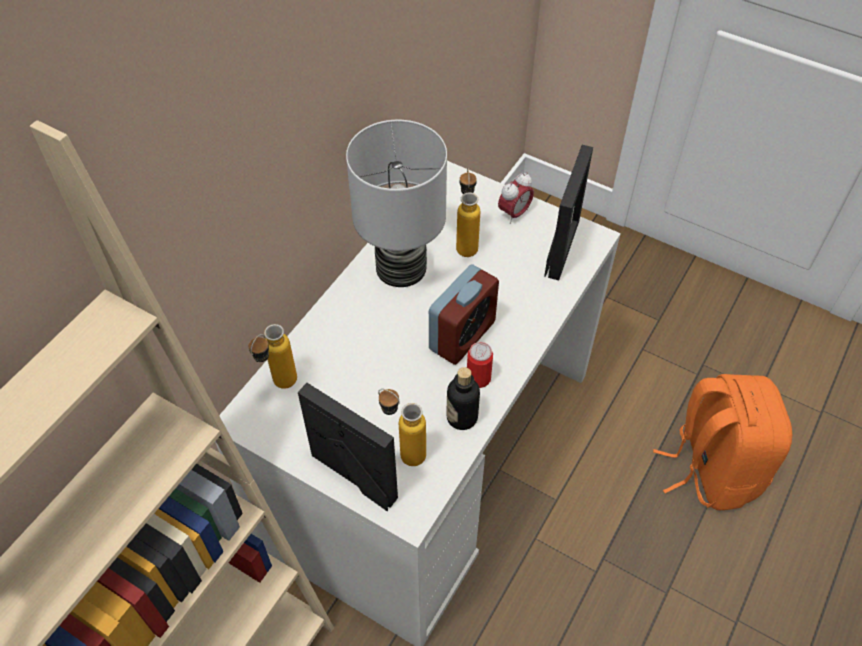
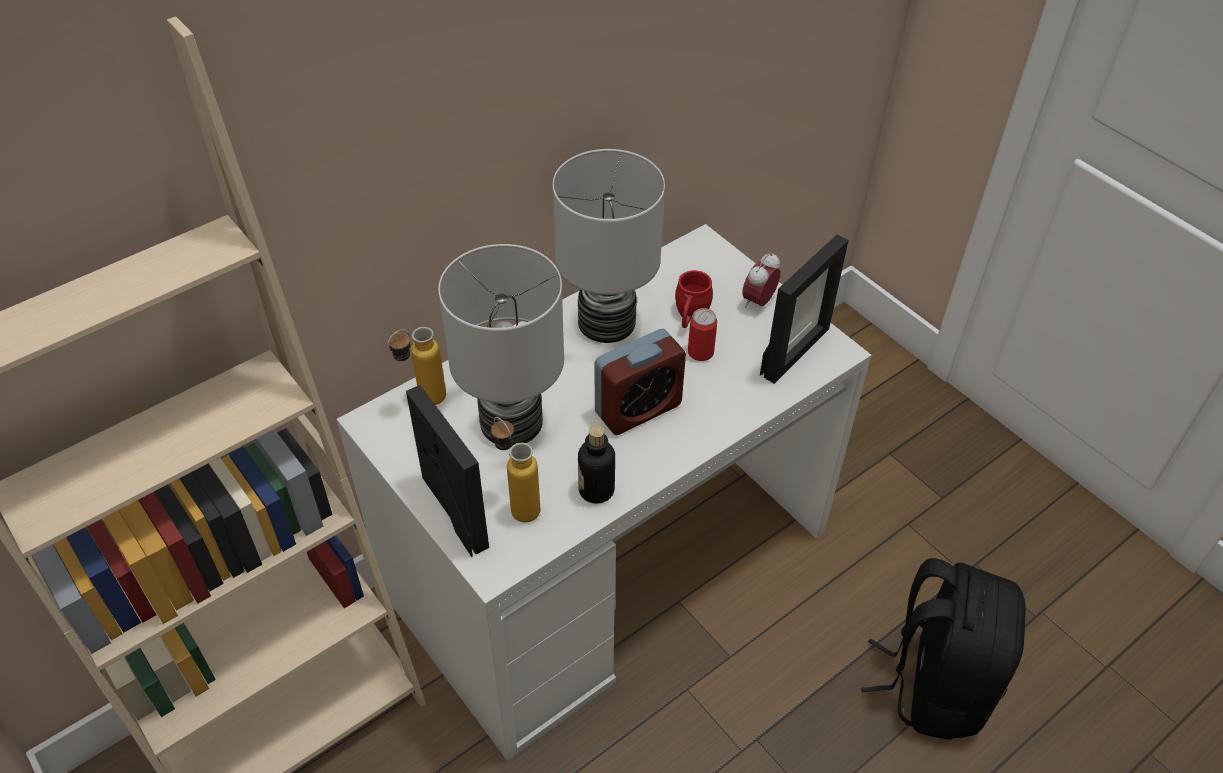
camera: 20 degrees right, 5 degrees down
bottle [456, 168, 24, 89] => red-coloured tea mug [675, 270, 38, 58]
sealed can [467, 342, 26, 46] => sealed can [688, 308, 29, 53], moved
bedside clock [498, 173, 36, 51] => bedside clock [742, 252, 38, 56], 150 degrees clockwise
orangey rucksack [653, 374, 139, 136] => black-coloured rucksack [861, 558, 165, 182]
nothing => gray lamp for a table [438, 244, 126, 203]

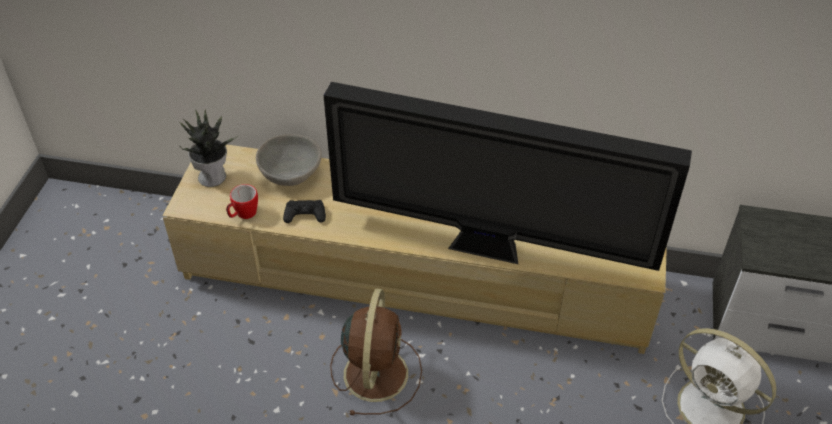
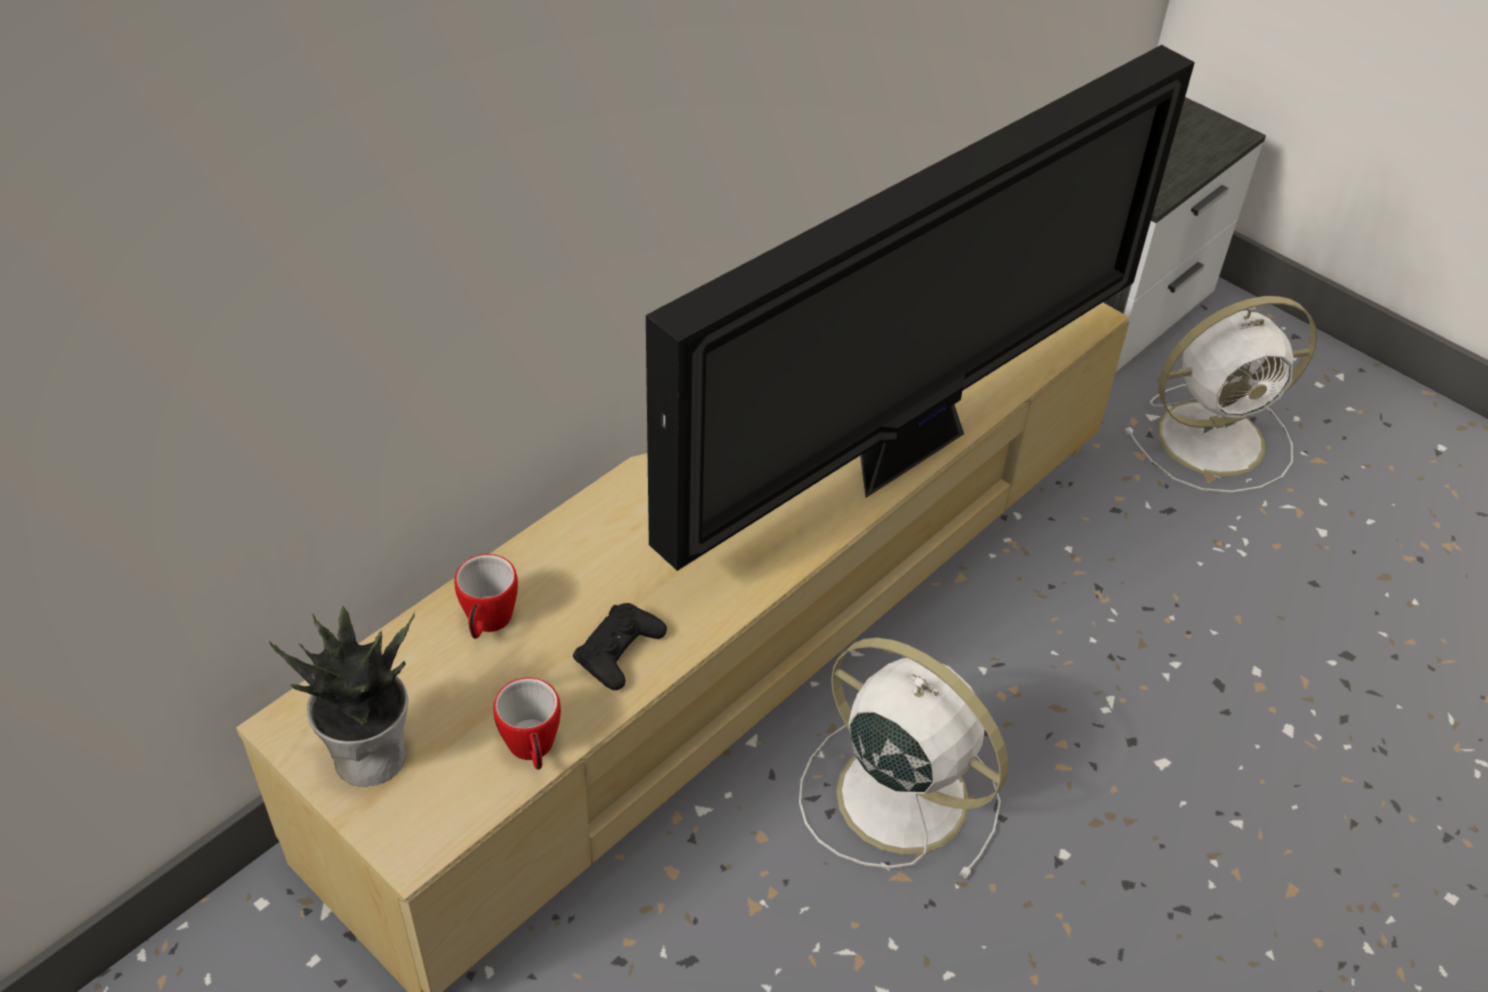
camera: 60 degrees left, 0 degrees up
gray bowl [256, 134, 66, 52] => tea mug [454, 554, 64, 85]
brown-coloured fan [330, 289, 92, 126] => white fan [799, 638, 209, 242]

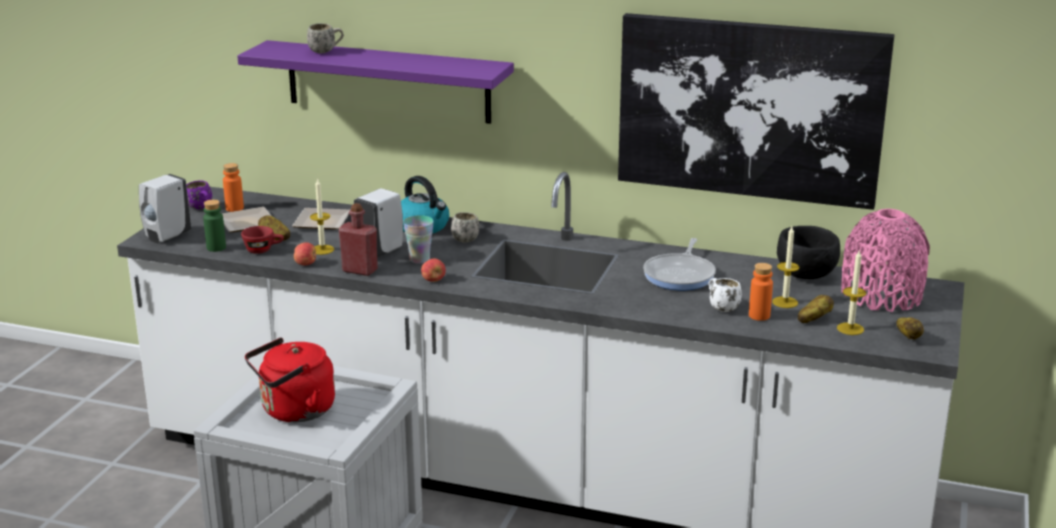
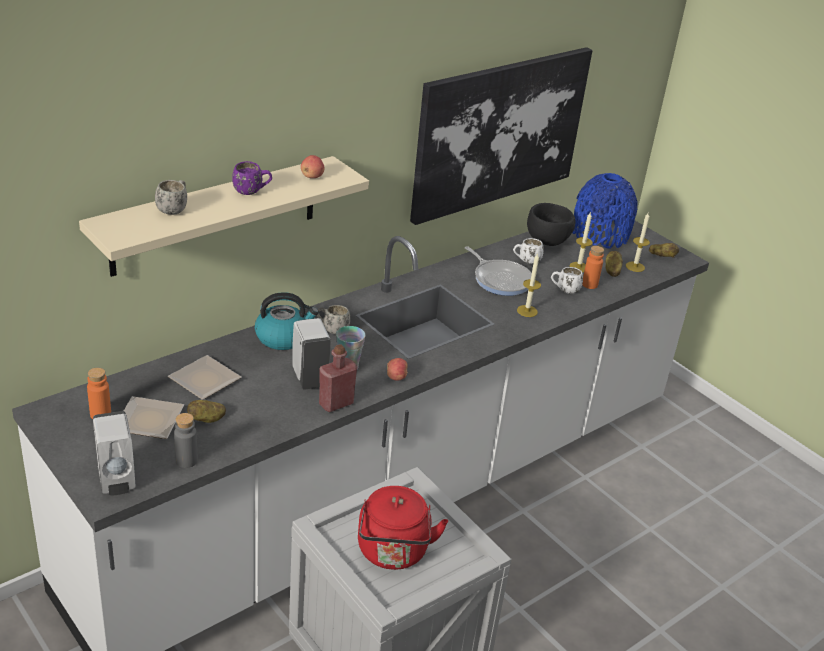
camera: 60 degrees left, 10 degrees up
purple-coloured tea mug [186, 180, 26, 29] => purple-coloured tea mug [232, 161, 40, 34], moved
greenish bottle [203, 200, 23, 52] => gray bottle [174, 413, 23, 55]
purple-coloured bracket shelf [237, 40, 277, 84] => beige-coloured bracket shelf [79, 156, 290, 121]
red-coloured small cup [241, 226, 43, 28] => nothing
whole apple [294, 242, 22, 23] => whole apple [301, 155, 23, 23], moved
wax candle [310, 178, 24, 77] => wax candle [517, 253, 24, 64], moved
pinkish flower vase [841, 209, 89, 103] => bluish flower vase [572, 173, 66, 76]
nothing => white tea mug [513, 238, 31, 26]

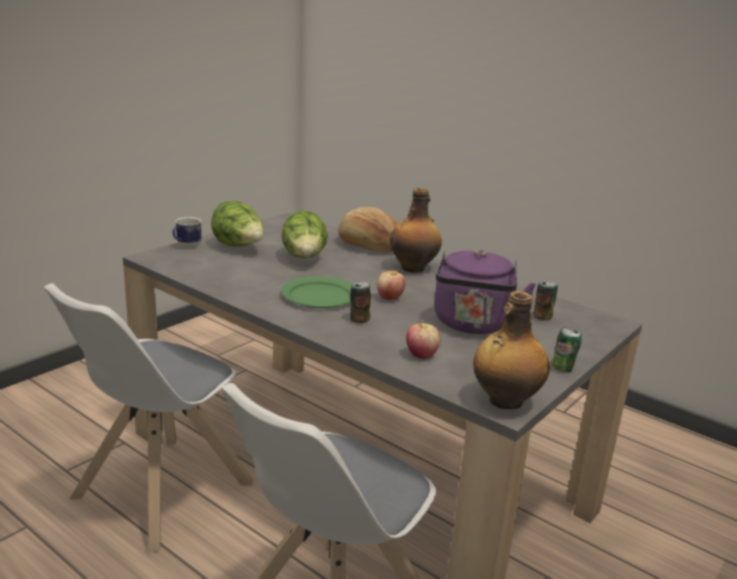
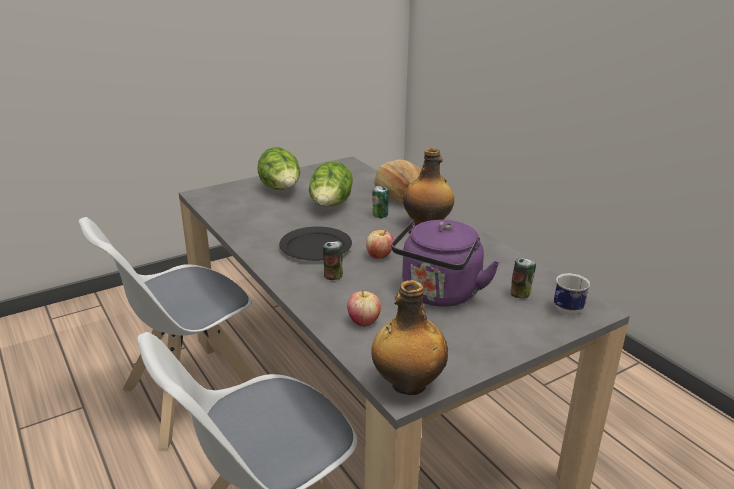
camera: 20 degrees right, 5 degrees up
tea mug [173, 217, 28, 31] => tea mug [554, 273, 36, 42], moved
greenish flat dish [281, 276, 71, 32] => black-coloured flat dish [279, 226, 73, 35]
sealed can [552, 327, 30, 45] => sealed can [372, 186, 17, 32], moved

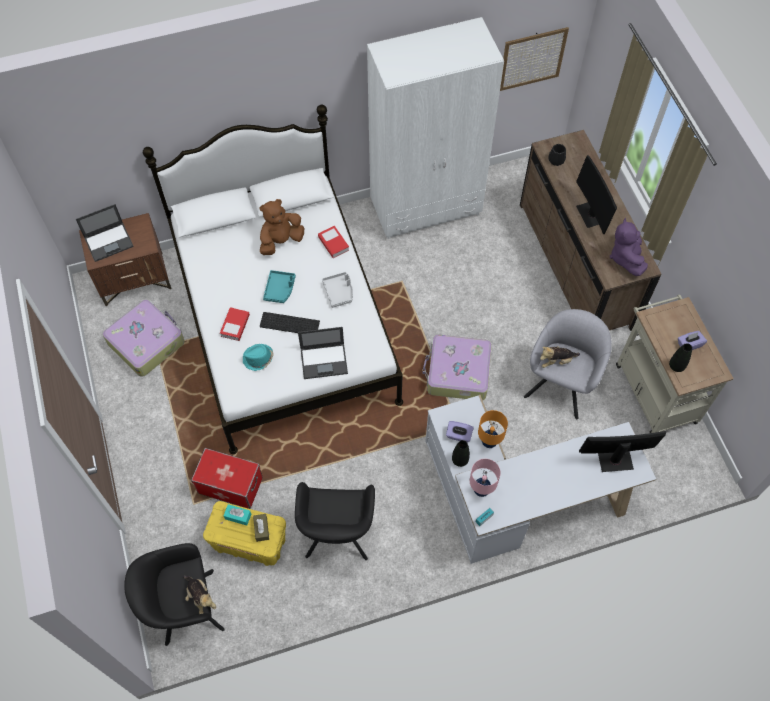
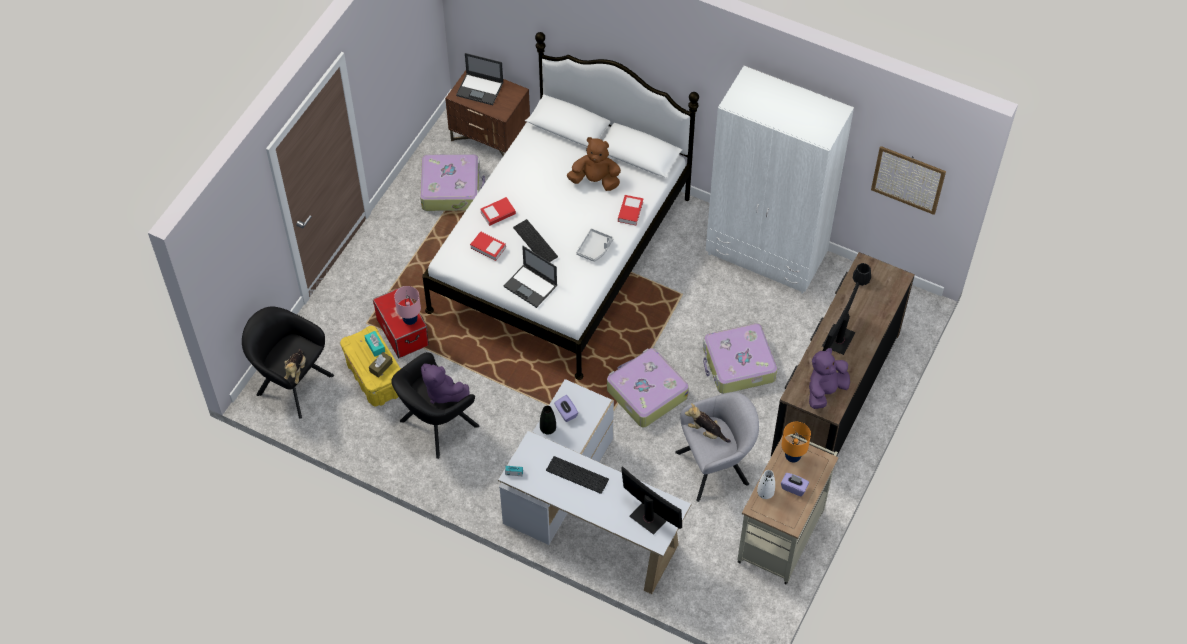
camera: 45 degrees right, 5 degrees down
turquoise-coloured clothing hat [243, 344, 30, 27] => book [470, 231, 36, 30]
turquoise-coloured serving tray [263, 270, 33, 33] => nothing
pinkish lamp for a table [470, 459, 31, 38] => pinkish lamp for a table [394, 286, 27, 39], moved
orangey lamp for a table [478, 410, 30, 38] => orangey lamp for a table [781, 422, 30, 41], moved
black-coloured flower vase [669, 343, 23, 29] => white flower vase [757, 470, 18, 29]
nothing => purple-coloured soft toy [421, 363, 48, 41]
nothing => PC keyboard [546, 456, 63, 38]
nothing => suitcase [703, 323, 74, 71]

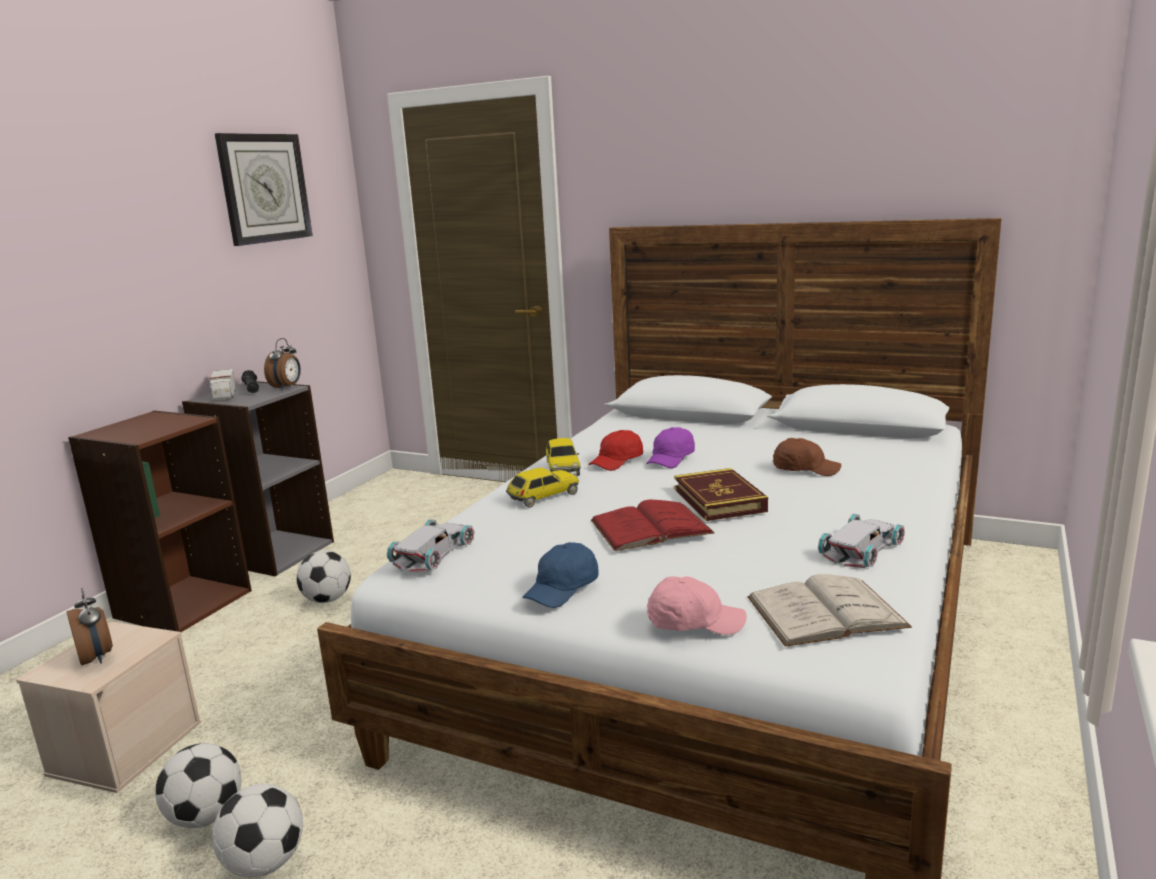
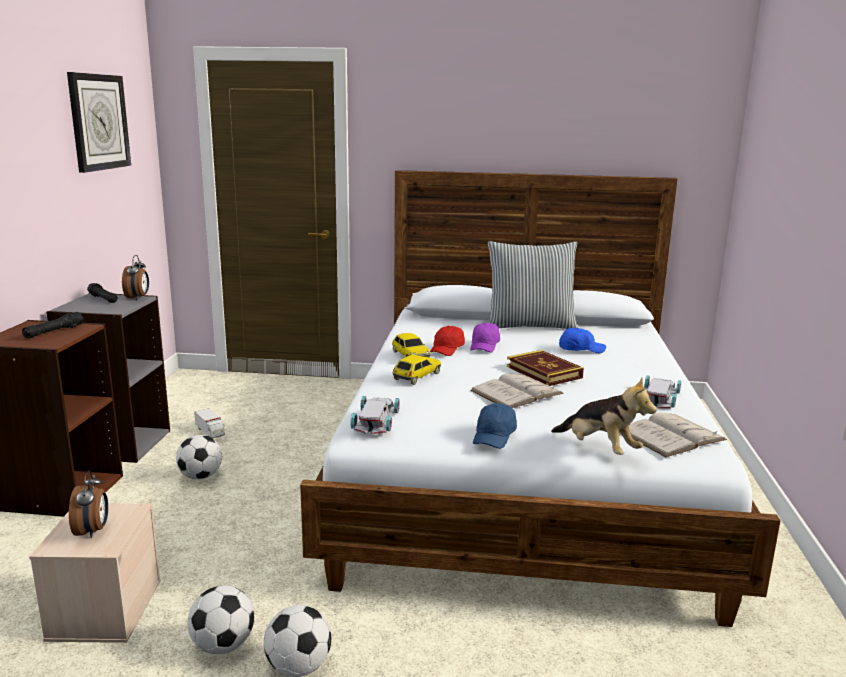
camera: 20 degrees left, 0 degrees up
bedside clock [67, 588, 46, 77] => bedside clock [69, 470, 39, 68], 45 degrees clockwise
toy truck [209, 369, 27, 31] => toy truck [194, 408, 31, 30], moved
red-coloured book [591, 500, 124, 51] => white book [470, 374, 94, 34]
pinkish cap [647, 576, 100, 59] => soft toy [551, 378, 106, 77]
brown-coloured cap [773, 438, 68, 38] => bluish cap [559, 328, 47, 25]
nothing => black-coloured hand torch [22, 312, 62, 27]
nothing => pillow [488, 241, 90, 88]

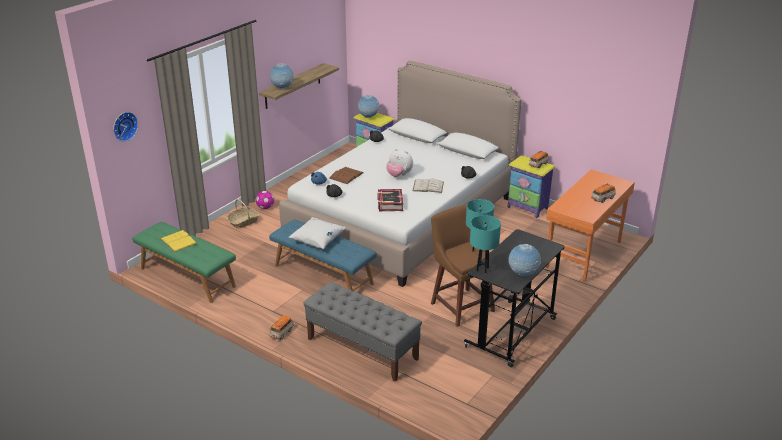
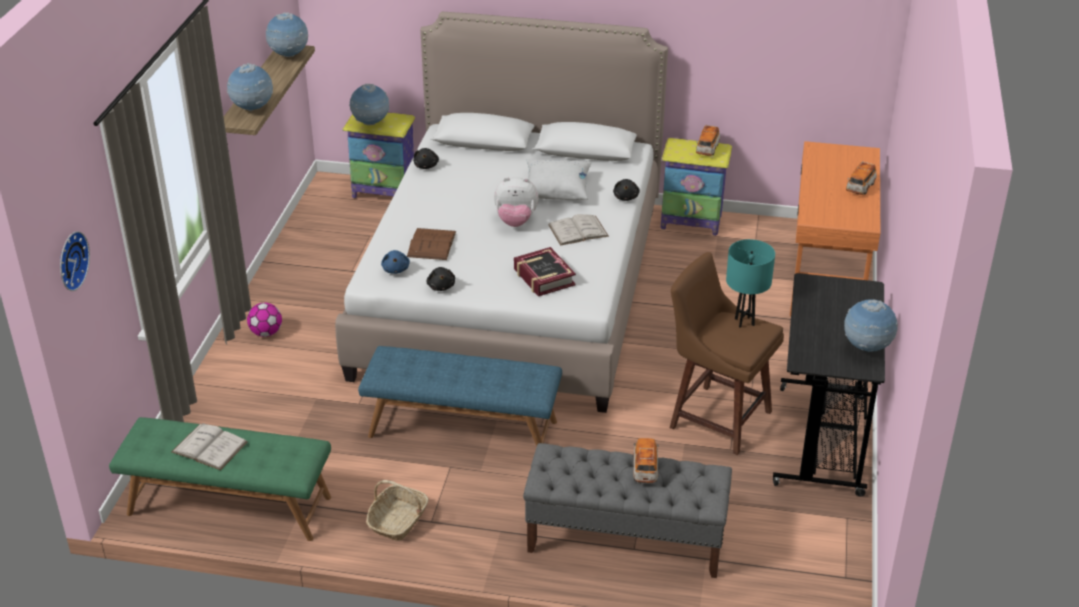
camera: 25 degrees left, 5 degrees up
yellowish book [160, 230, 37, 22] => white book [172, 423, 76, 47]
storage basket [226, 199, 33, 29] => storage basket [366, 480, 63, 61], moved
miniature car [269, 315, 25, 25] => miniature car [633, 438, 26, 45], moved
gray pillow [289, 217, 58, 32] => gray pillow [527, 159, 64, 41], moved
turquoise-coloured lamp for a table [470, 215, 31, 58] => nothing
nothing => desk globe [266, 12, 42, 45]

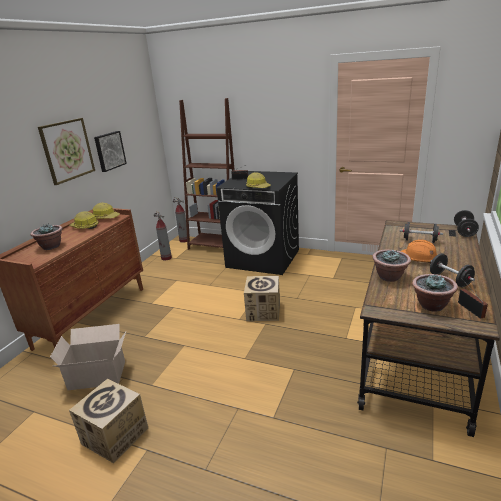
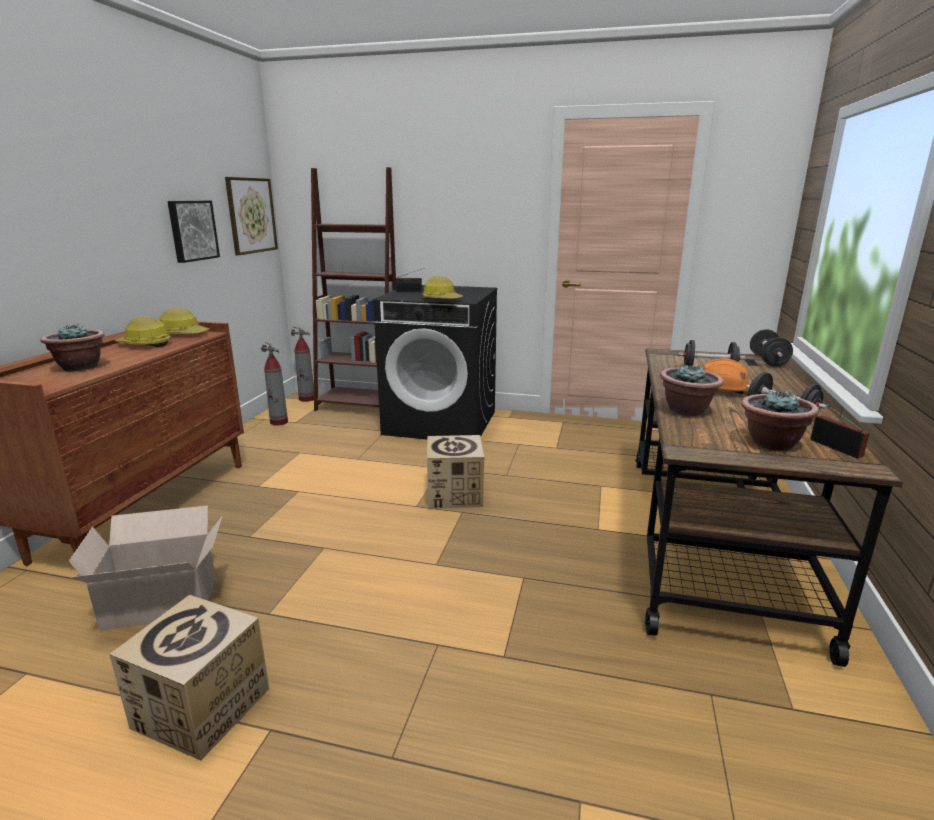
camera: 10 degrees left, 5 degrees down
wall picture [38, 118, 57, 67] => wall picture [225, 177, 53, 78], moved

